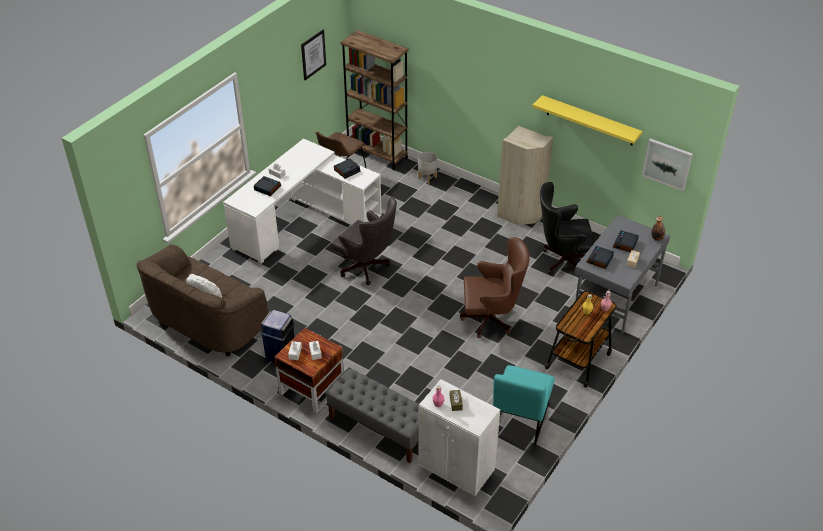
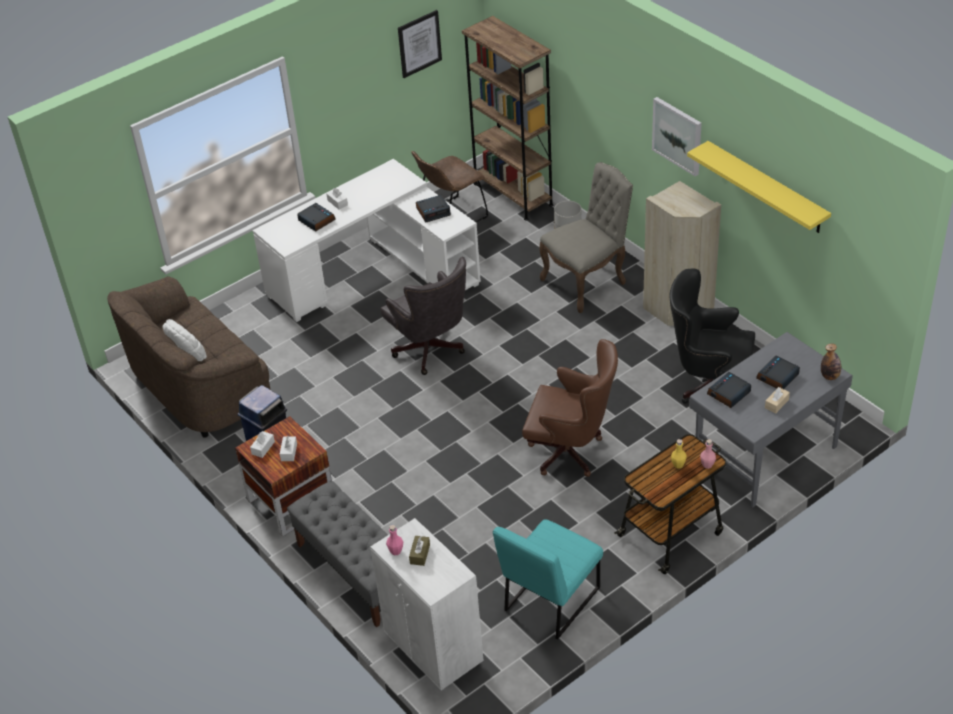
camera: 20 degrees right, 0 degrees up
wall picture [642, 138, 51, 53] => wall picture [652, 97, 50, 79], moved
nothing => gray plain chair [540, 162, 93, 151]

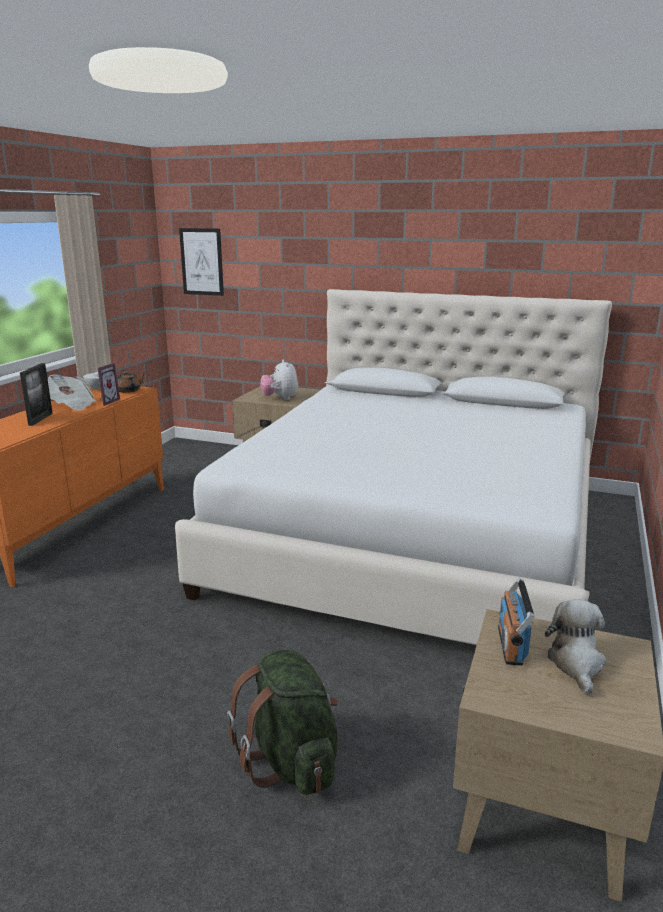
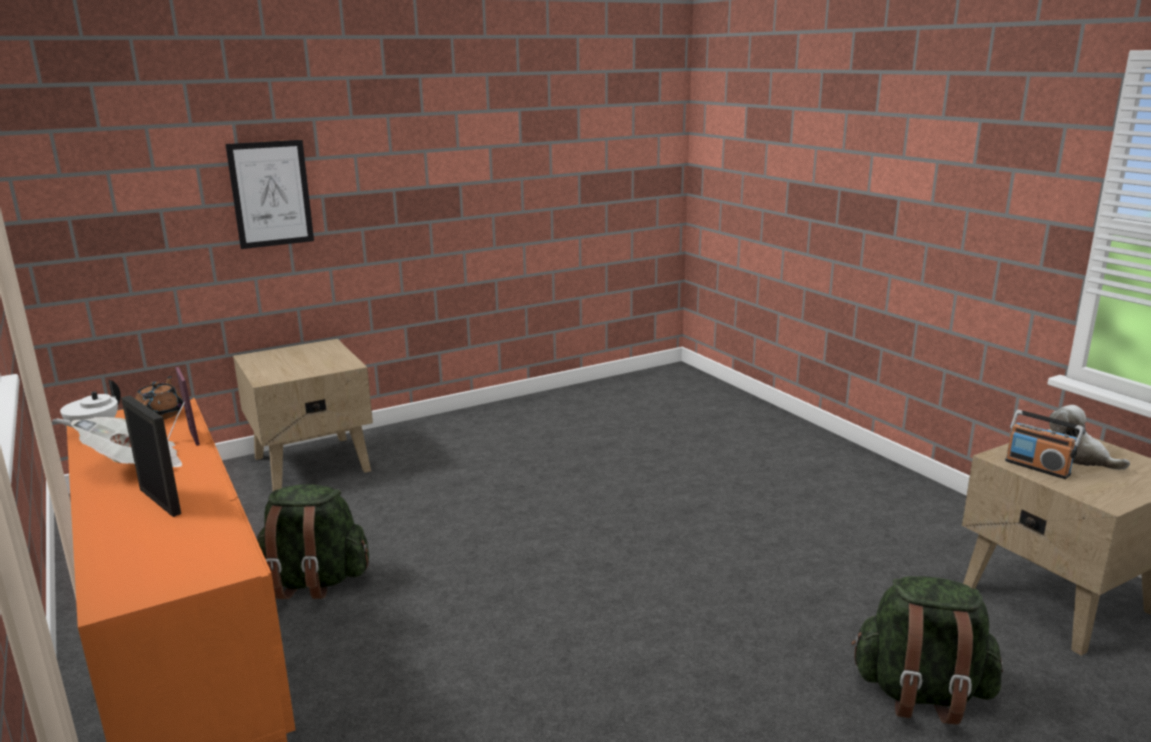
camera: 50 degrees left, 0 degrees up
white bedroom bed [175, 289, 437, 356] => nothing
wall picture [179, 228, 45, 68] => wall picture [225, 140, 89, 109], moved
soft toy [260, 360, 38, 40] => nothing
nothing => greenish rucksack [257, 484, 112, 115]

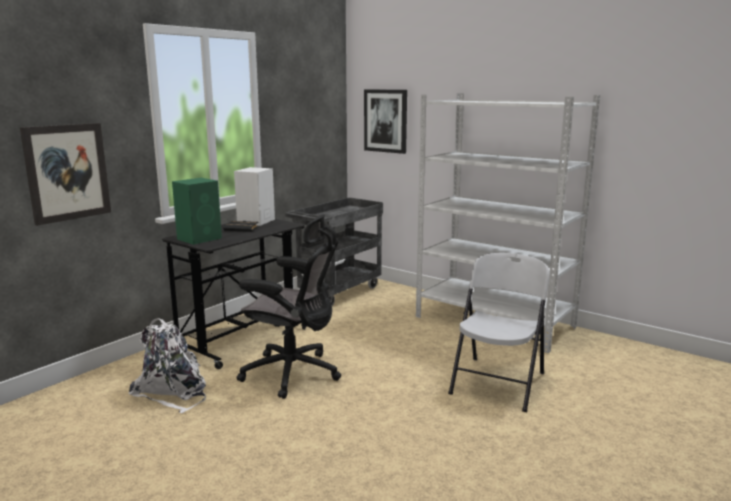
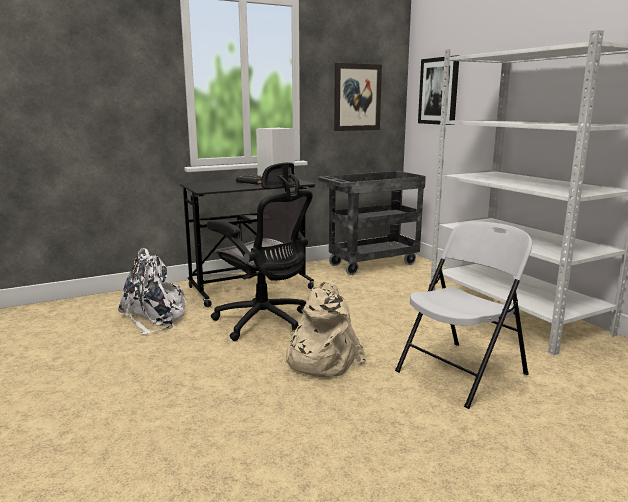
camera: 25 degrees right, 0 degrees up
wall picture [20, 123, 91, 103] => wall picture [334, 63, 48, 68], moved
greenish speaker [172, 178, 50, 67] => nothing
nothing => beige-coloured rucksack [285, 281, 81, 96]

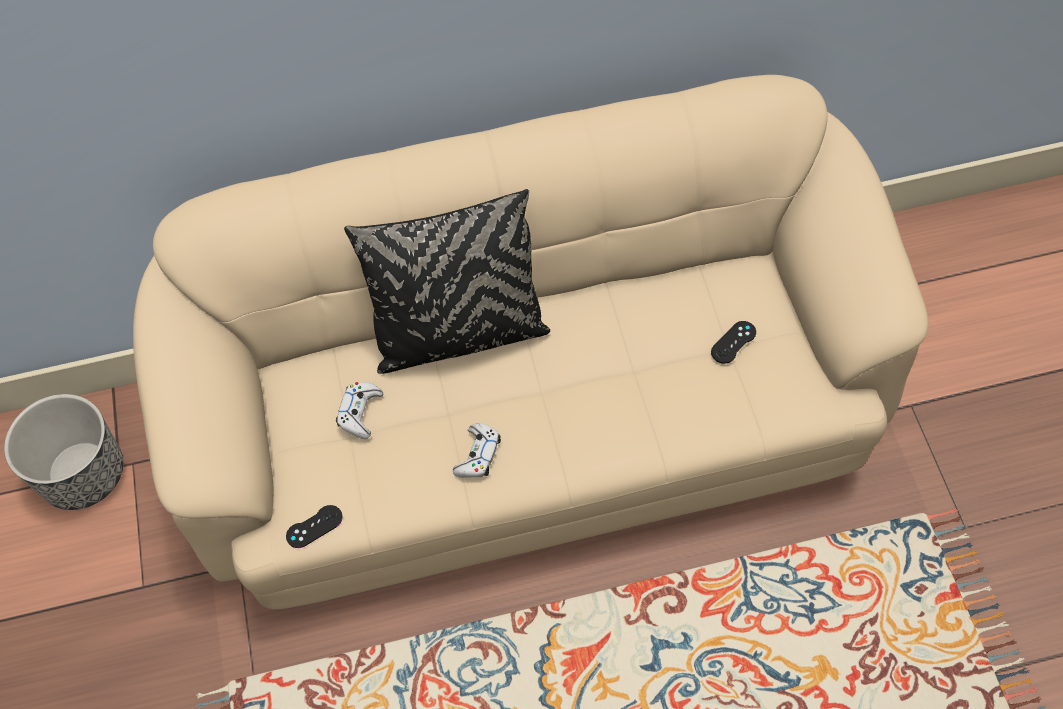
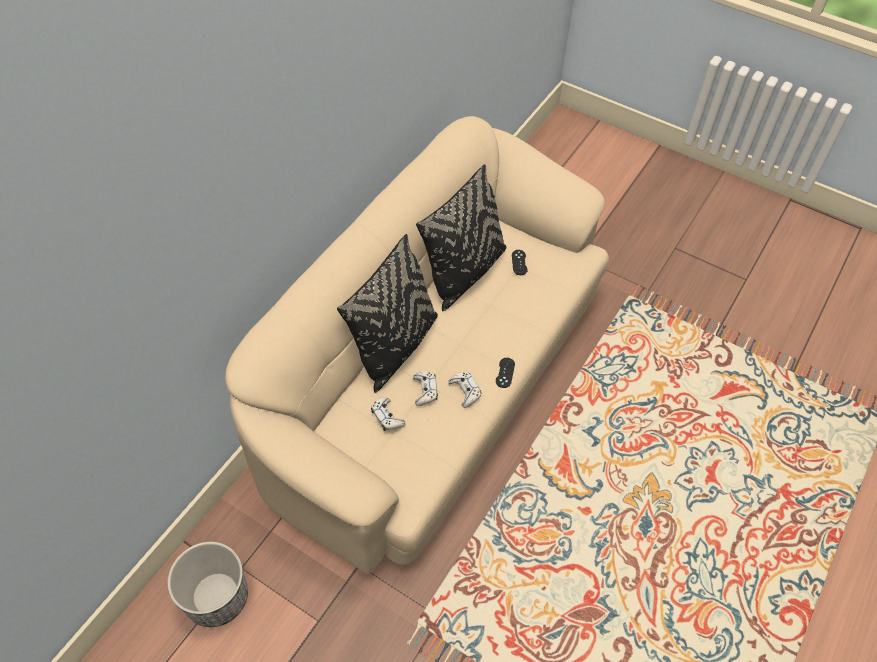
camera: 50 degrees left, 5 degrees down
black-coloured game controller [286, 505, 56, 43] => black-coloured game controller [496, 358, 19, 30], moved
nothing => white game controller [413, 371, 25, 35]
nothing => black-coloured pillow [416, 164, 90, 147]

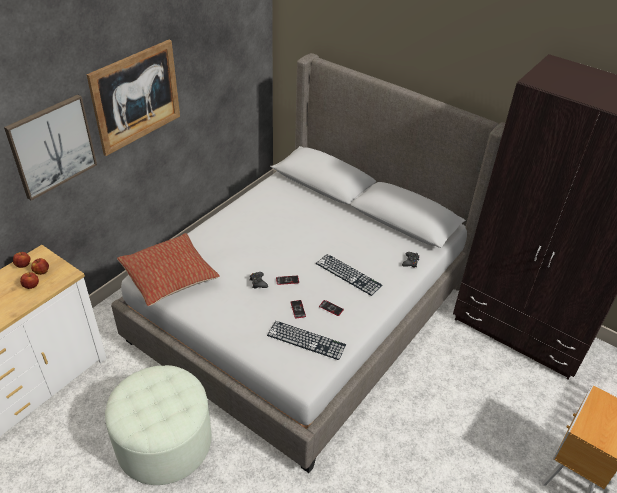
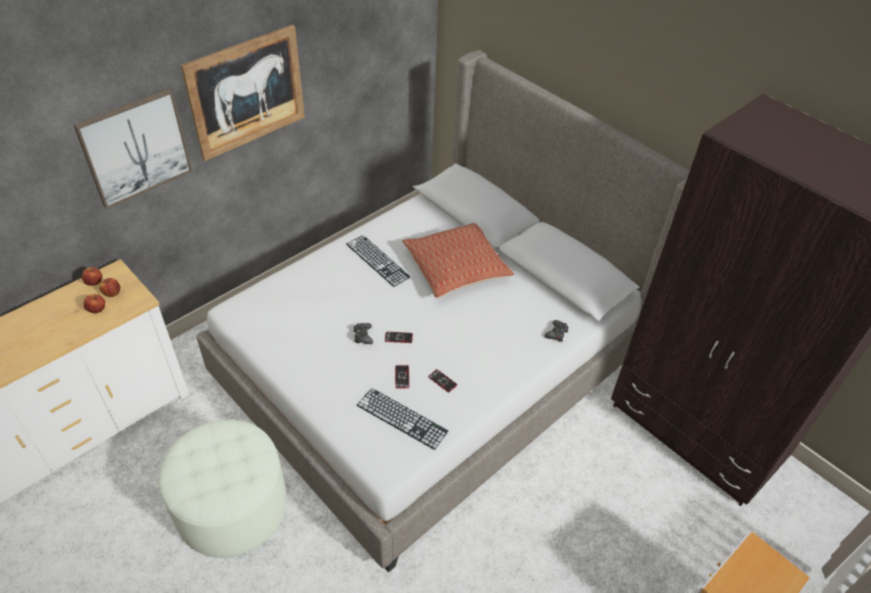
camera: 10 degrees right, 5 degrees up
pillow [117, 233, 103, 73] => pillow [402, 223, 112, 75], moved
PC keyboard [316, 254, 66, 42] => PC keyboard [346, 235, 64, 52], moved

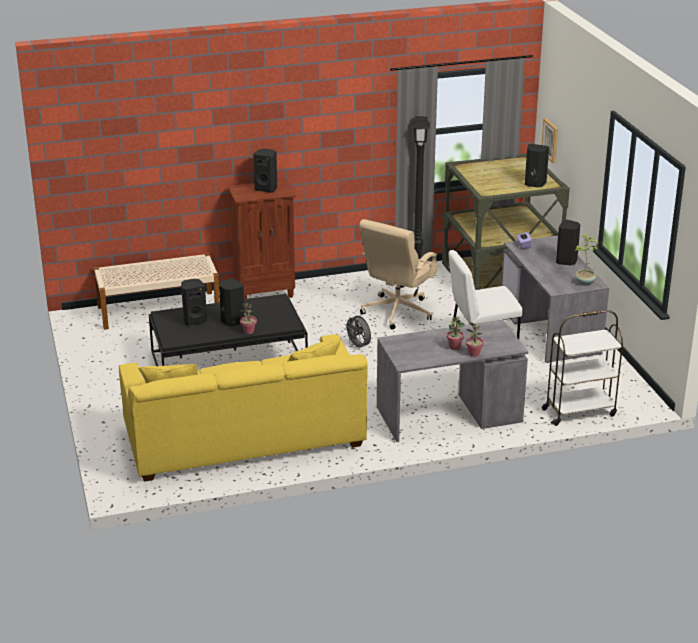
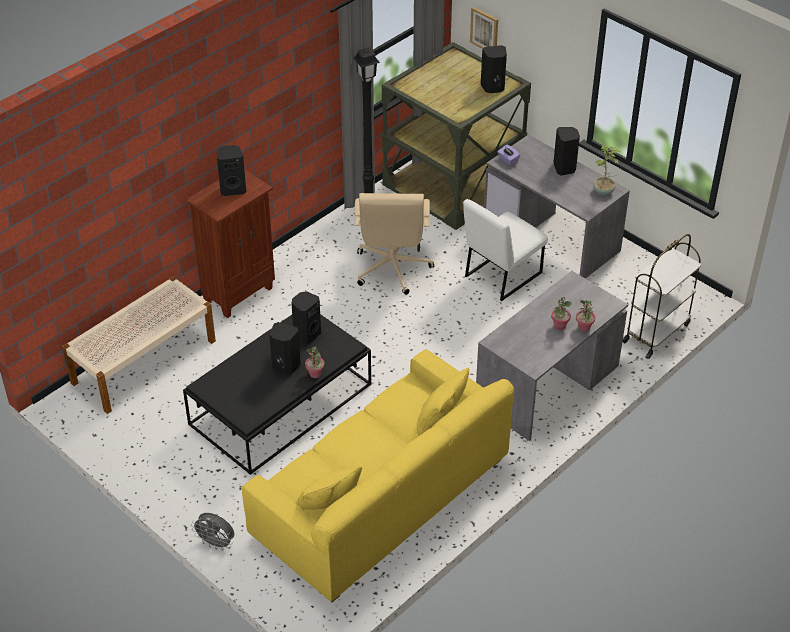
camera: 30 degrees left, 15 degrees up
black-coloured speaker [181, 279, 26, 47] => black-coloured speaker [291, 291, 30, 53], moved
gray fan [344, 316, 27, 34] => gray fan [191, 513, 43, 38], moved

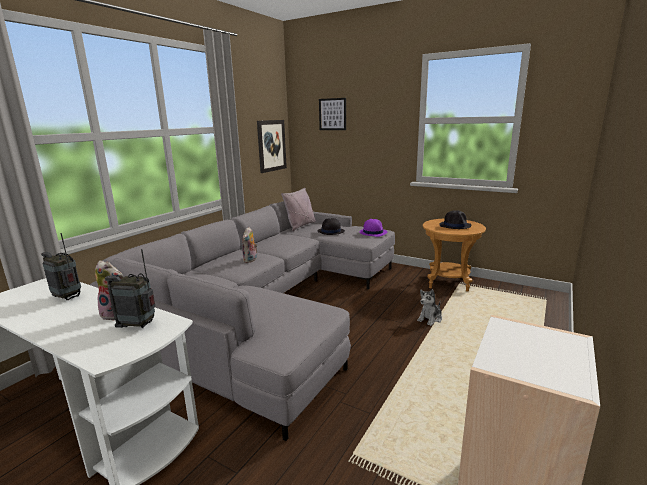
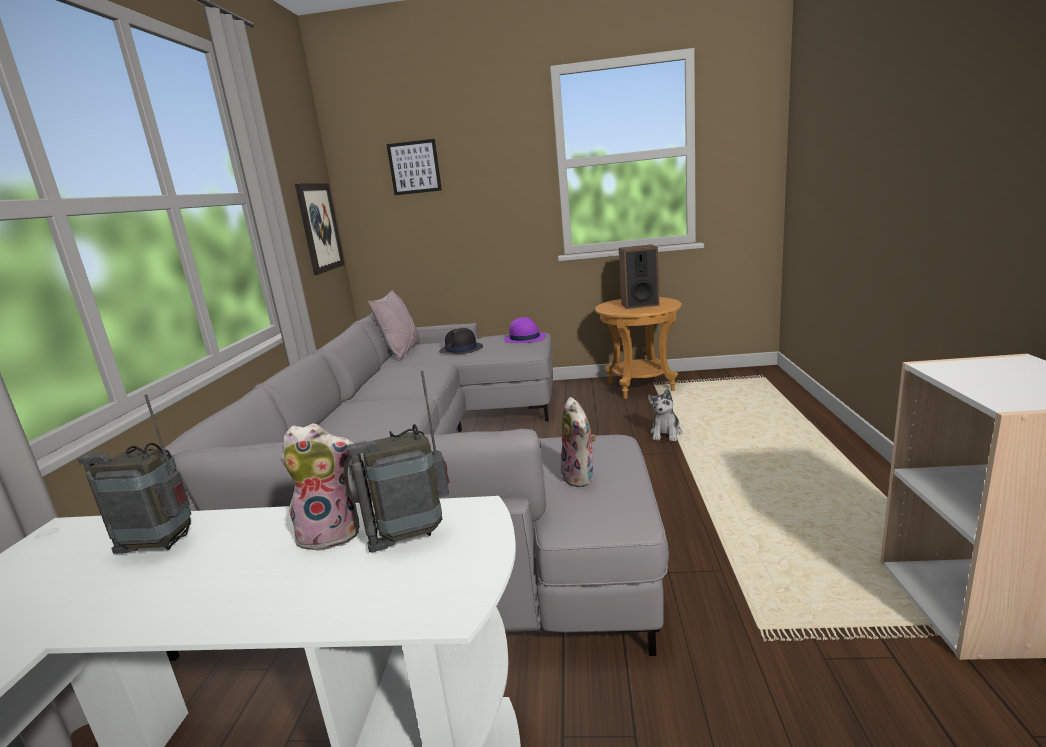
camera: 25 degrees left, 0 degrees up
soft toy [242, 227, 15, 36] => soft toy [560, 397, 36, 90], moved
black-coloured clothing hat [439, 210, 32, 19] => speaker [619, 245, 40, 64]

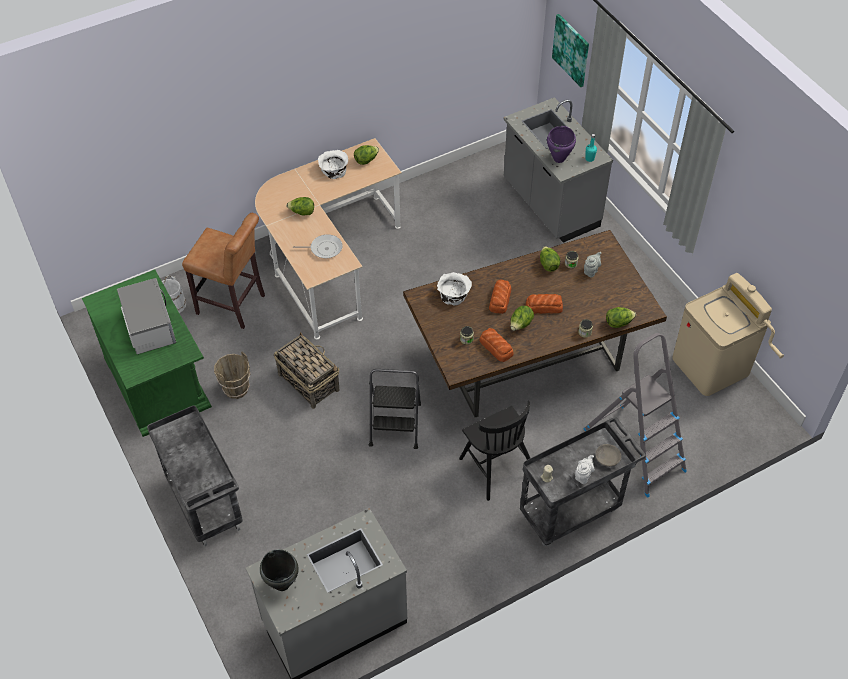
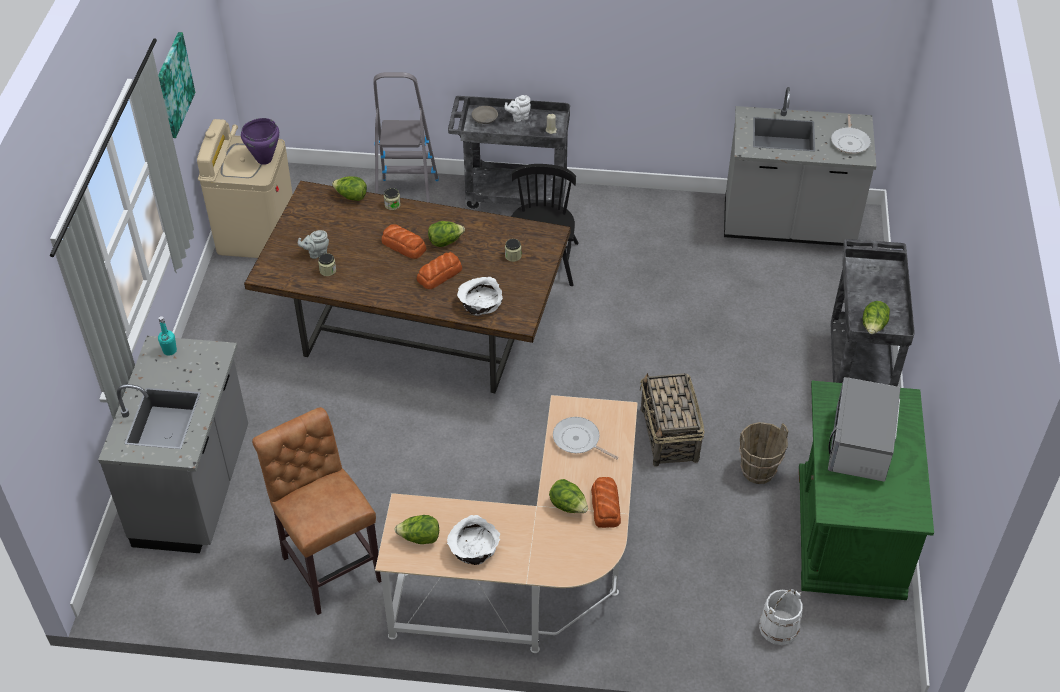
camera: 145 degrees left, 5 degrees down
brown-coloured stool seat [182, 213, 83, 116] => brown-coloured stool seat [252, 407, 129, 208], moved
black-coloured cooking pot [260, 549, 39, 42] => pan [831, 114, 40, 40]
black-coloured step ladder [369, 369, 52, 80] => nothing
bakery bread [479, 328, 35, 34] => bakery bread [591, 477, 30, 51], moved
head of lettuce [540, 246, 20, 26] => head of lettuce [863, 301, 27, 33], moved
purple-coloured cooking pot [547, 126, 29, 37] => purple-coloured cooking pot [241, 118, 38, 47], moved
wall picture [552, 14, 37, 73] => wall picture [158, 32, 37, 106], moved

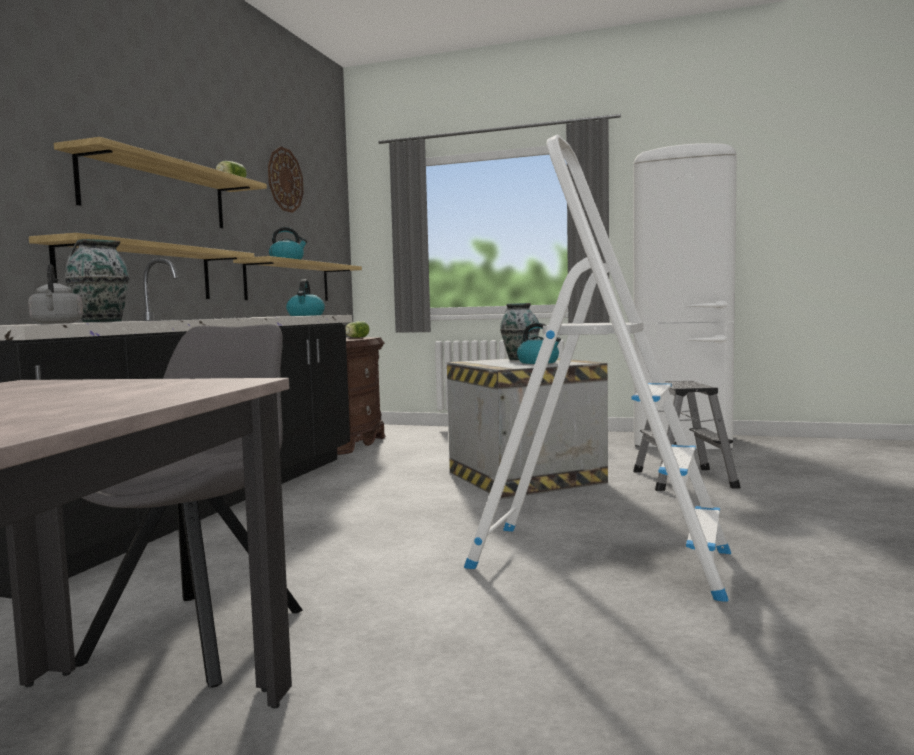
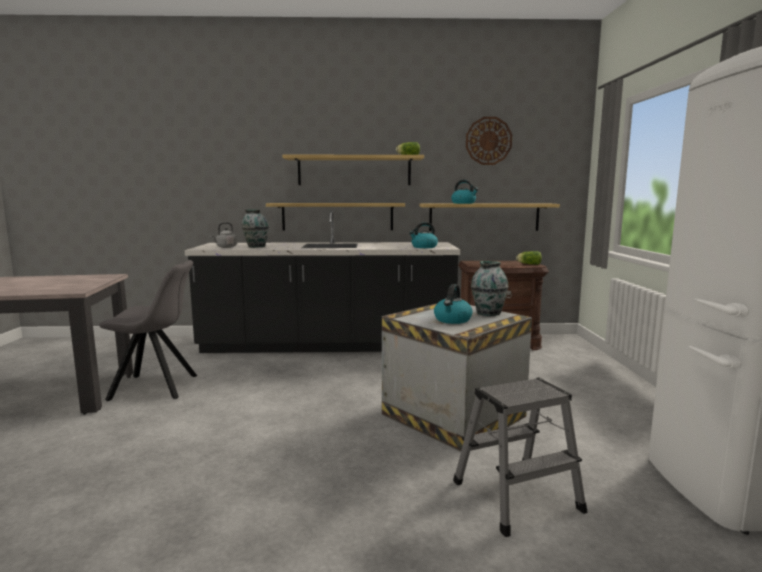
camera: 70 degrees right, 5 degrees up
white step ladder [464, 134, 267, 468] => nothing

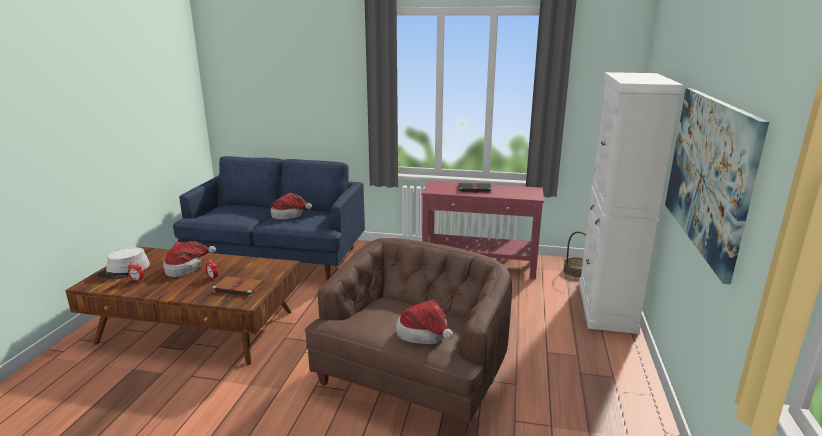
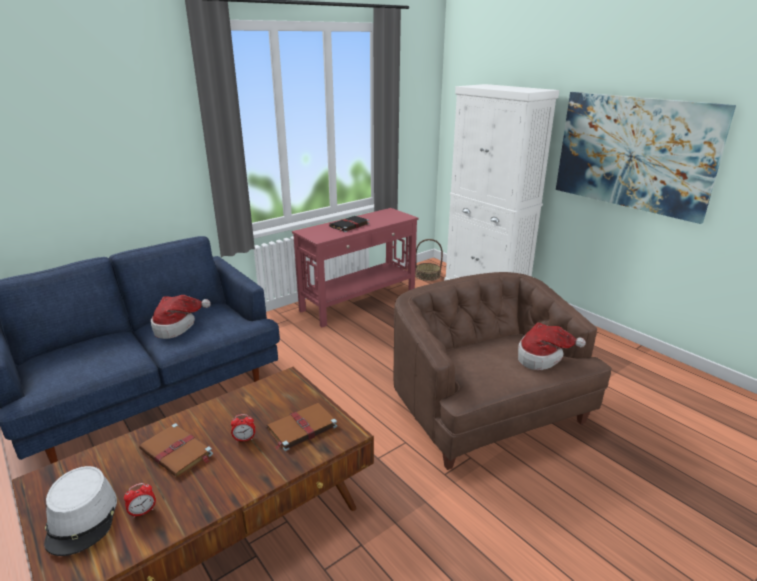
camera: 50 degrees left, 5 degrees up
clothing hat [163, 241, 53, 36] => brown-coloured book [139, 423, 74, 55]

